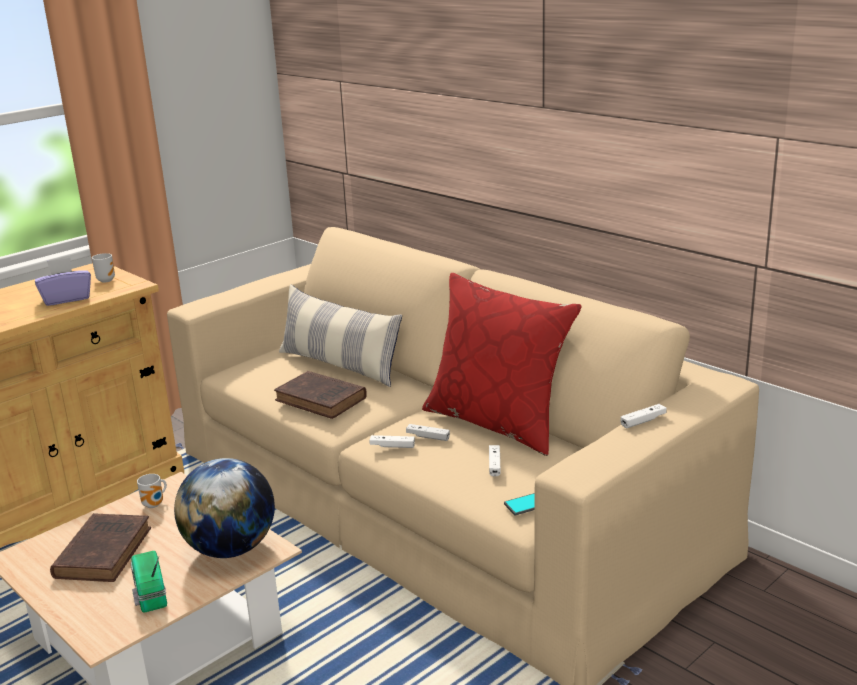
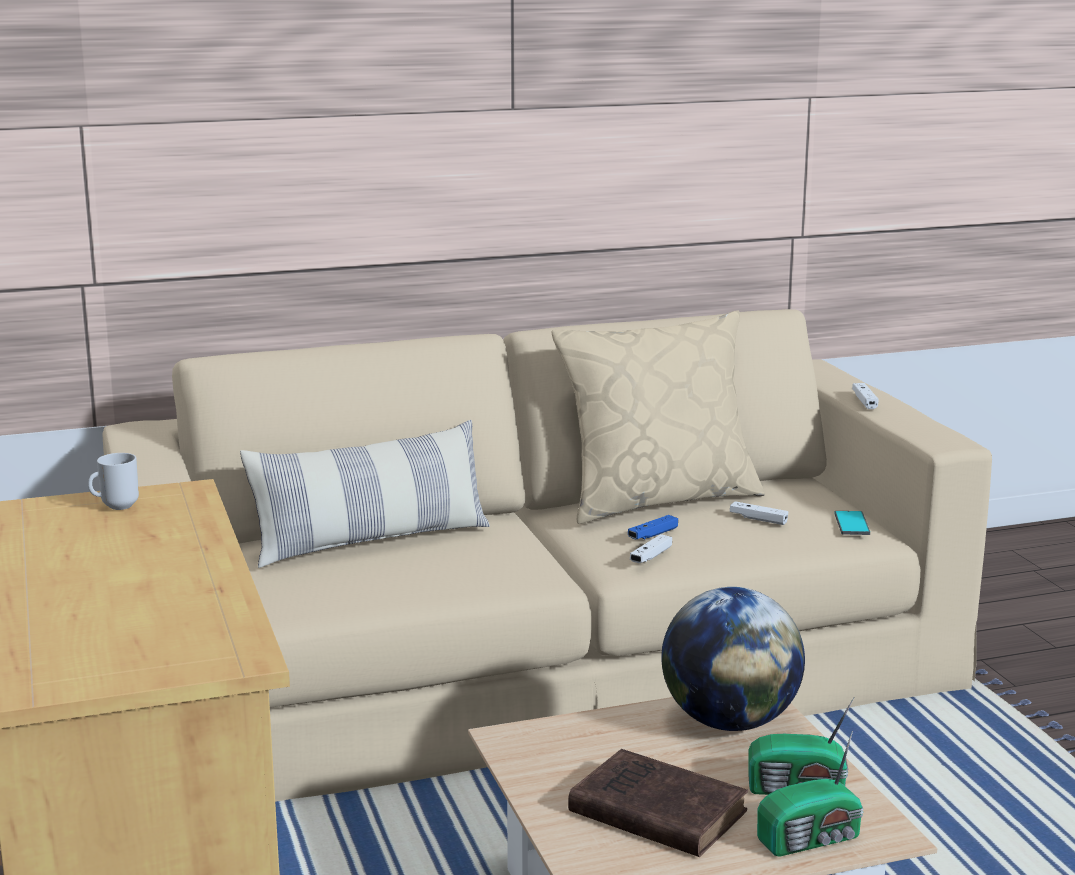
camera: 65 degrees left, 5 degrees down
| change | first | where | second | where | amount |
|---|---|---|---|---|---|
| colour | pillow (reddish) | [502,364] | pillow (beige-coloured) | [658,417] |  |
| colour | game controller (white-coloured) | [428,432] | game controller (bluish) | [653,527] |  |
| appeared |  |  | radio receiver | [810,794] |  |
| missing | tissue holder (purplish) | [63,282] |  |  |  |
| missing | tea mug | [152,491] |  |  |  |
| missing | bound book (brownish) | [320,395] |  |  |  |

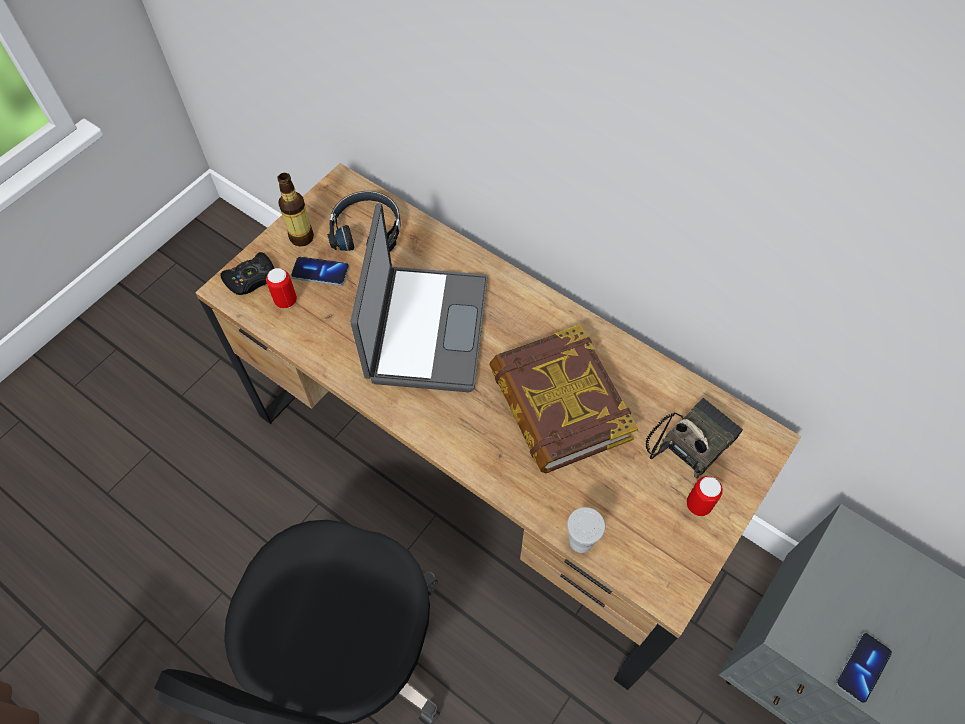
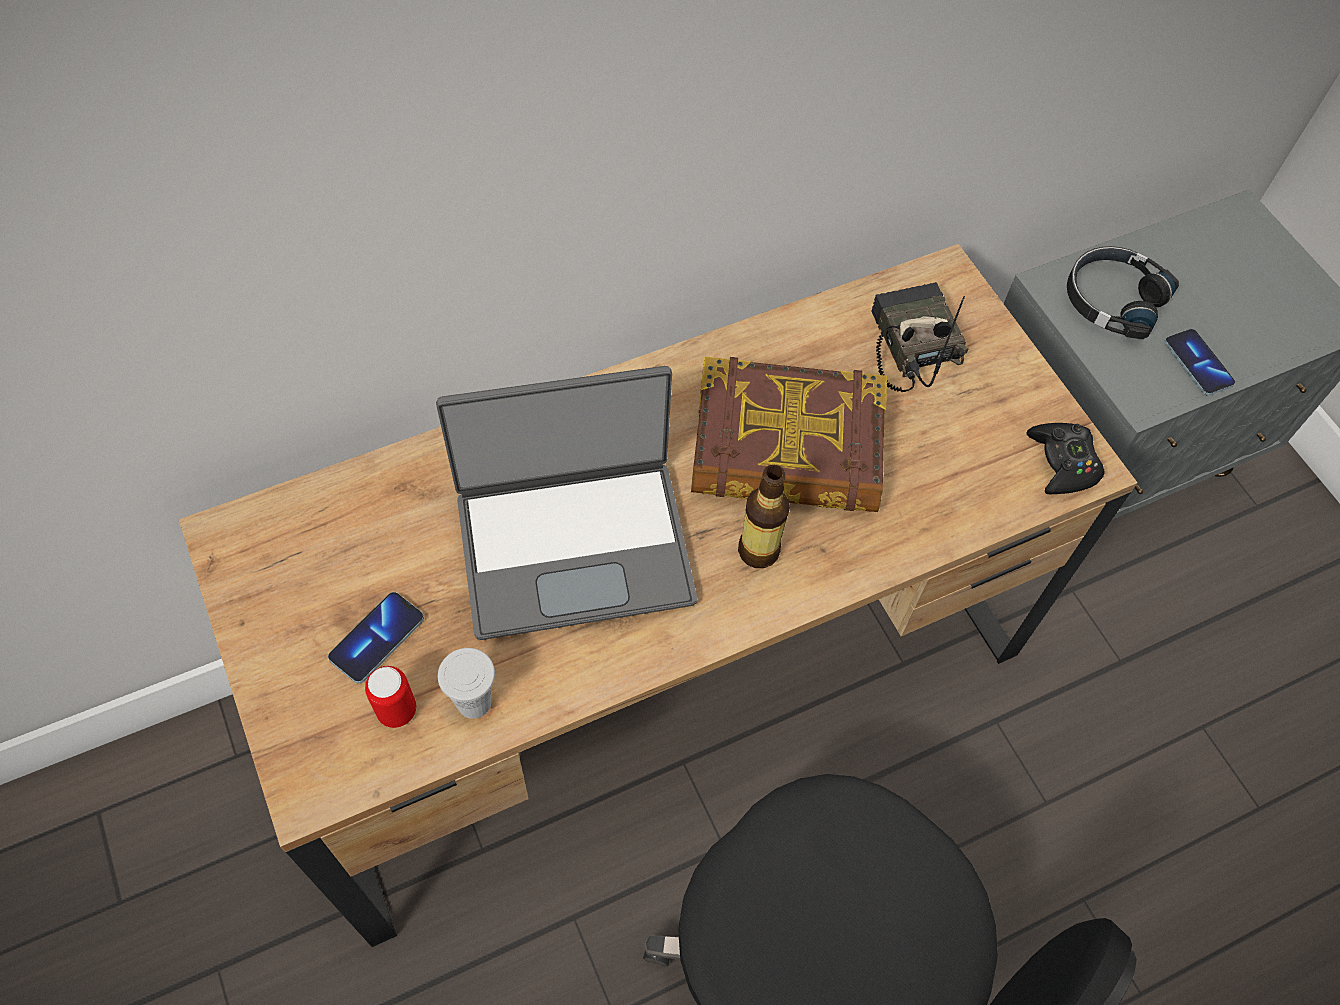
camera: 65 degrees left, 0 degrees up
| change | first | where | second | where | amount |
|---|---|---|---|---|---|
| spun | notebook computer | [419,297] |  | [566,503] | 135 degrees clockwise |
| relocated | drinking cup (white-coloured) | [586,530] |  | [466,683] |  |
| relocated | bottle | [295,209] |  | [764,516] |  |
| relocated | game controller (blackish) | [247,273] |  | [1065,458] |  |
| relocated | headset (blackish) | [364,221] |  | [1123,292] |  |
| missing | sealed can | [705,496] |  |  |  |

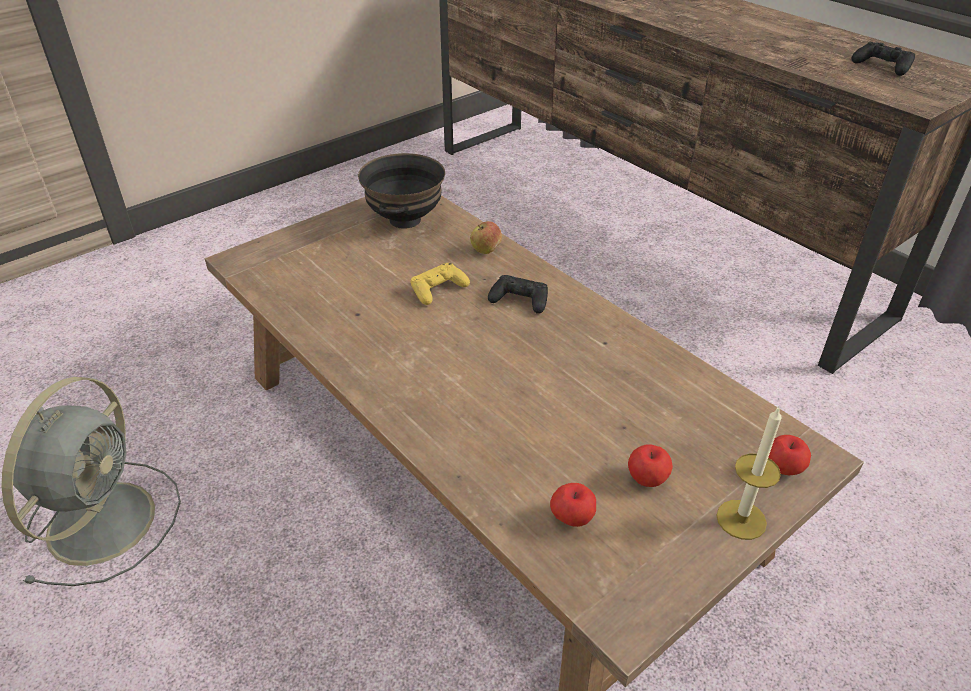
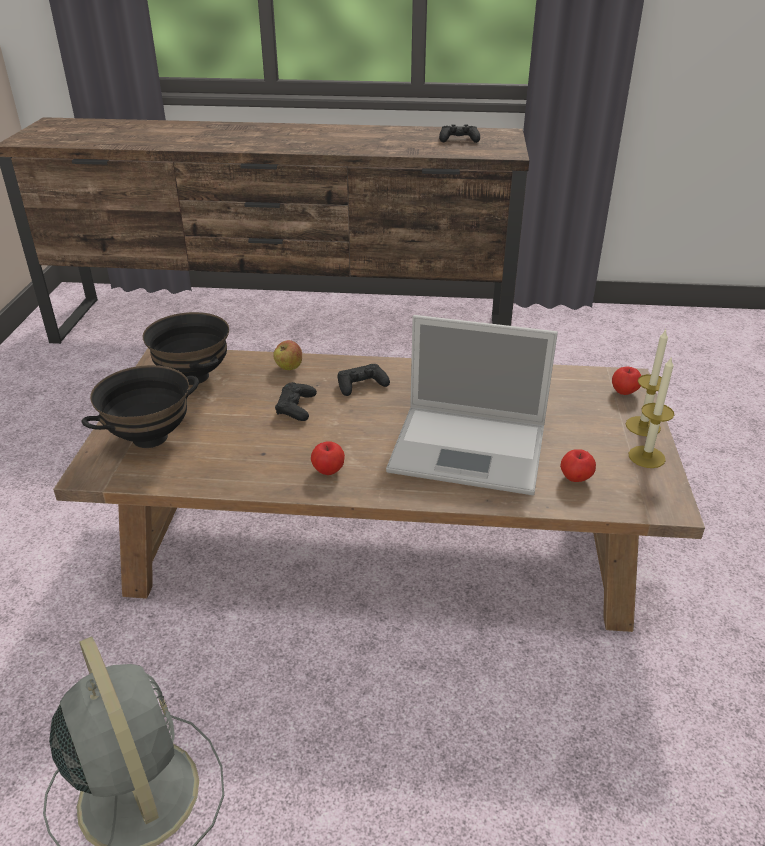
camera: 45 degrees left, 5 degrees down
| change | first | where | second | where | amount |
|---|---|---|---|---|---|
| appeared |  |  | serving bowl (blackish) | [140,406] |  |
| colour | game controller (yellow) | [440,284] | game controller (blackish) | [296,401] |  |
| relocated | whole apple | [650,465] |  | [328,458] |  |
| appeared |  |  | notebook computer | [472,405] |  |
| appeared |  |  | wax candle | [651,412] |  |

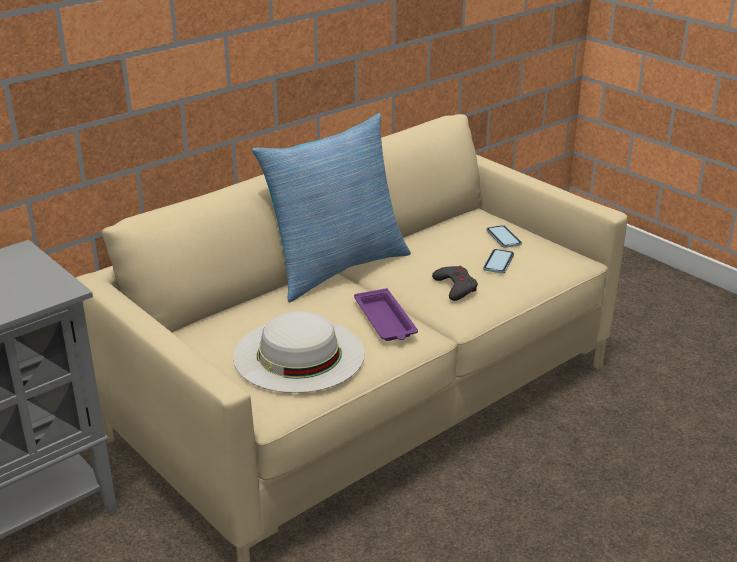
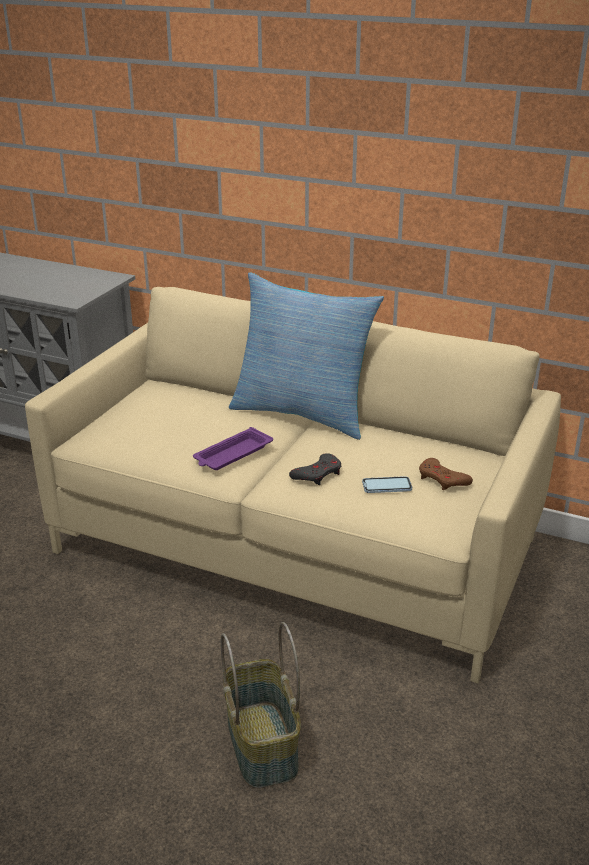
camera: 65 degrees right, 0 degrees up
| change | first | where | second | where | amount |
|---|---|---|---|---|---|
| appeared |  |  | household basket | [261,705] |  |
| exchanged | handset | [504,236] | game controller (brownish) | [446,474] |  |
| missing | clothing hat (white-coloured) | [299,352] |  |  |  |

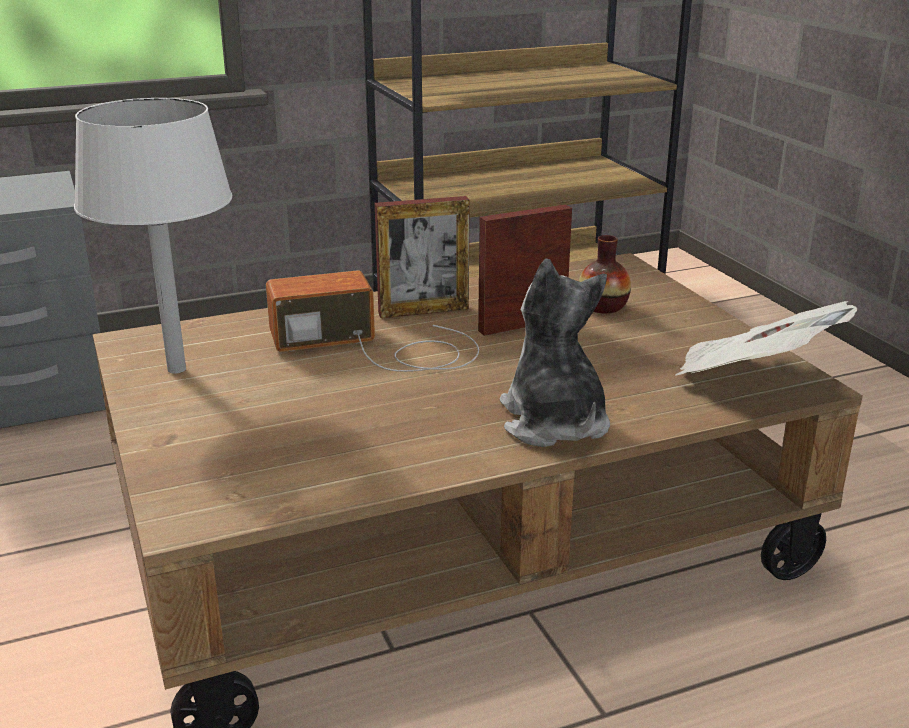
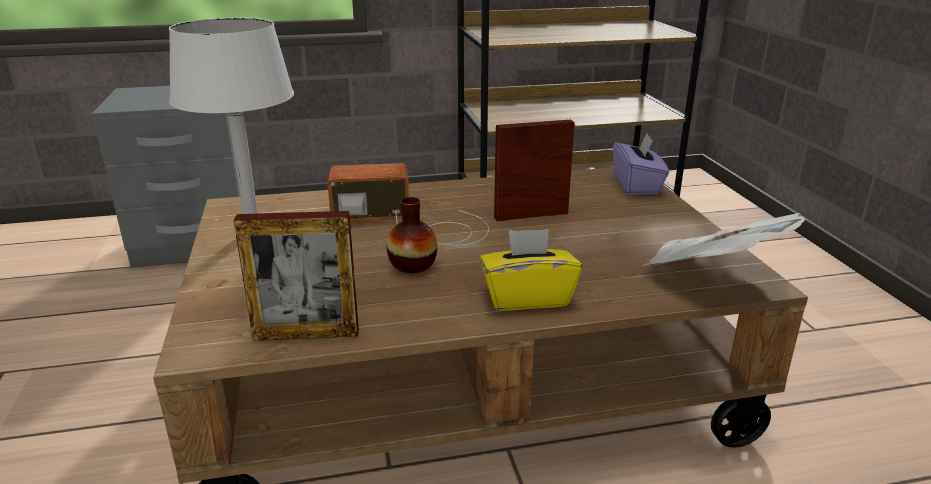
camera: 10 degrees right, 0 degrees up
| change | first | where | second | where | amount |
|---|---|---|---|---|---|
| relocated | standing frame | [422,257] |  | [296,276] |  |
| relocated | vase | [605,274] |  | [412,235] |  |
| exchanged | plush toy | [555,352] | tissue holder (yellow) | [531,270] |  |
| appeared |  |  | tissue holder (purplish) | [641,164] |  |

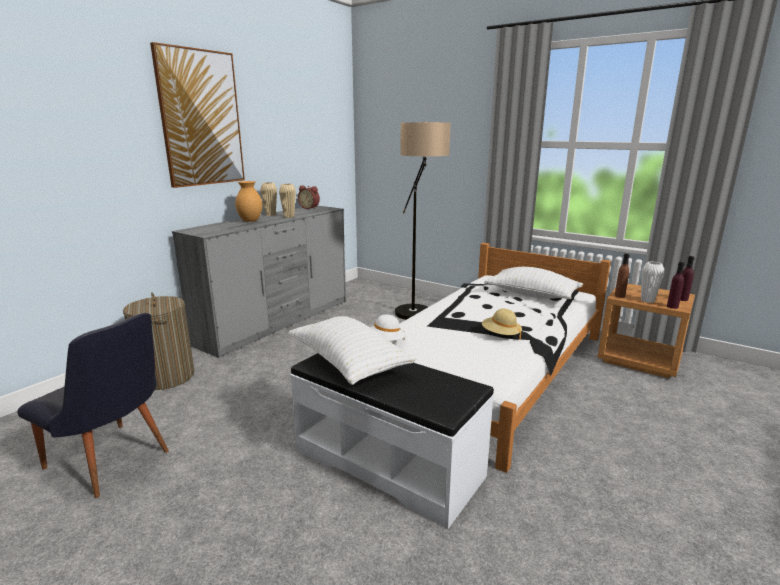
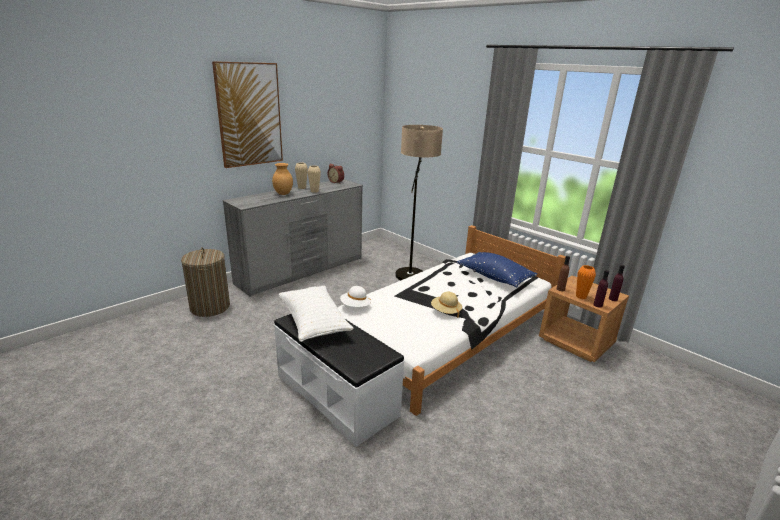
camera: 10 degrees right, 5 degrees up
| change | first | where | second | where | amount |
|---|---|---|---|---|---|
| colour | pillow (white-coloured) | [533,283] | pillow (bluish) | [497,269] |  |
| colour | vase (white-coloured) | [652,282] | vase (orange-coloured) | [586,282] |  |
| missing | plain chair (blackish) | [93,405] |  |  |  |

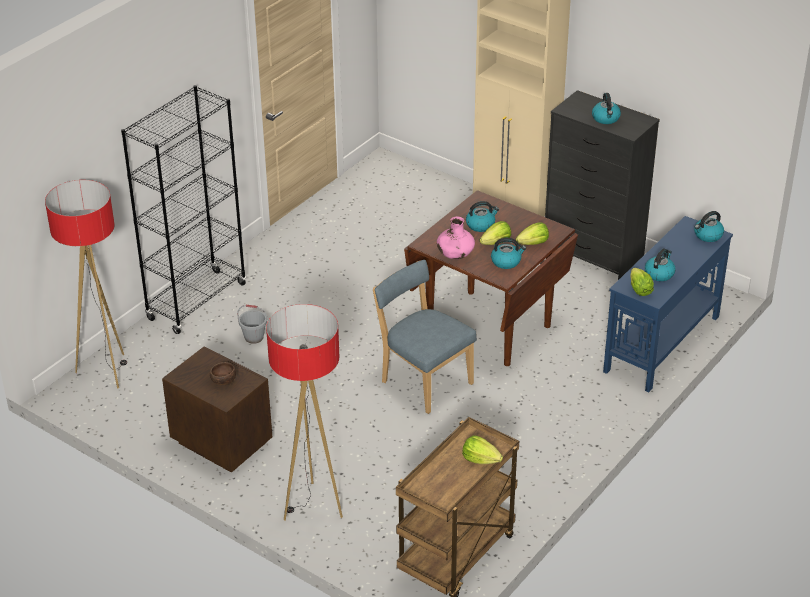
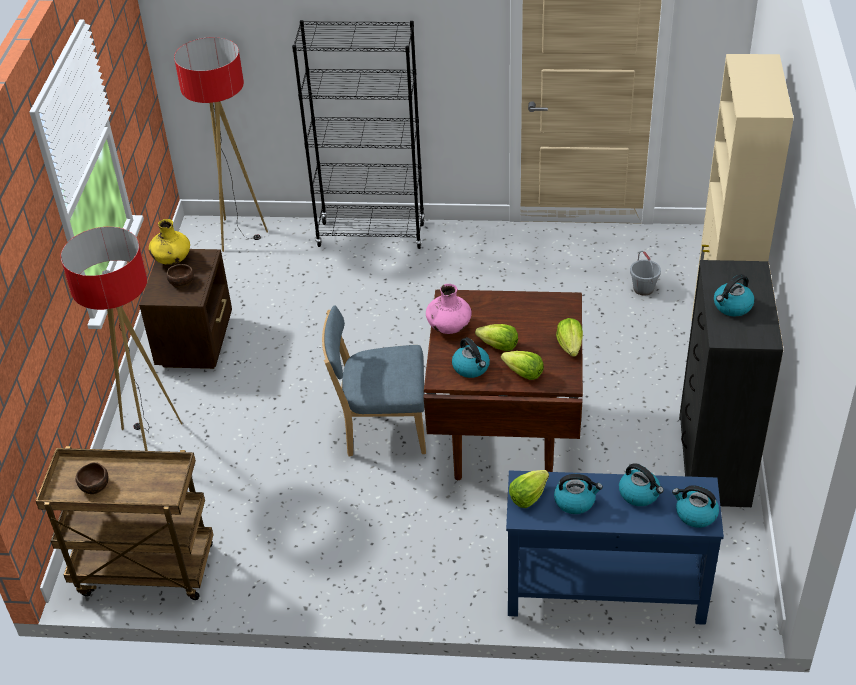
camera: 60 degrees right, 5 degrees up
| change | first | where | second | where | amount |
|---|---|---|---|---|---|
| appeared |  |  | serving bowl (brownish) | [92,478] |  |
| appeared |  |  | vase (yellow) | [169,242] |  |
| spun | plain chair (bluish) | [425,337] |  | [374,381] | 105 degrees counterclockwise |
| relocated | lettuce head | [482,450] |  | [569,337] |  |
| relocated | kettle | [482,216] |  | [641,484] |  |
| relocated | water bucket (gray) | [252,324] |  | [645,273] |  |

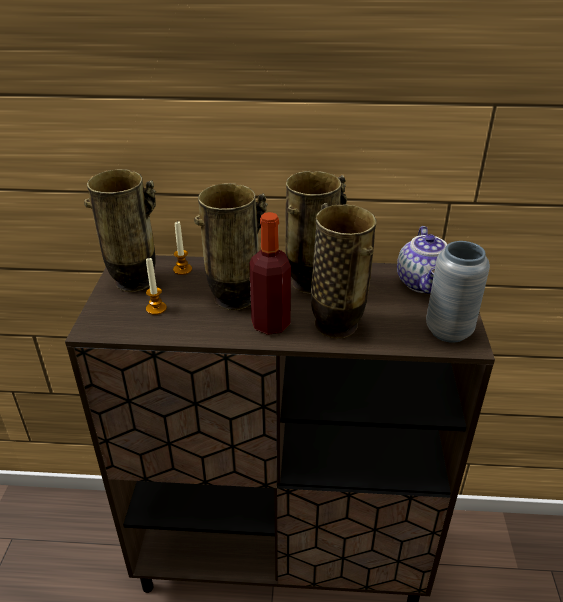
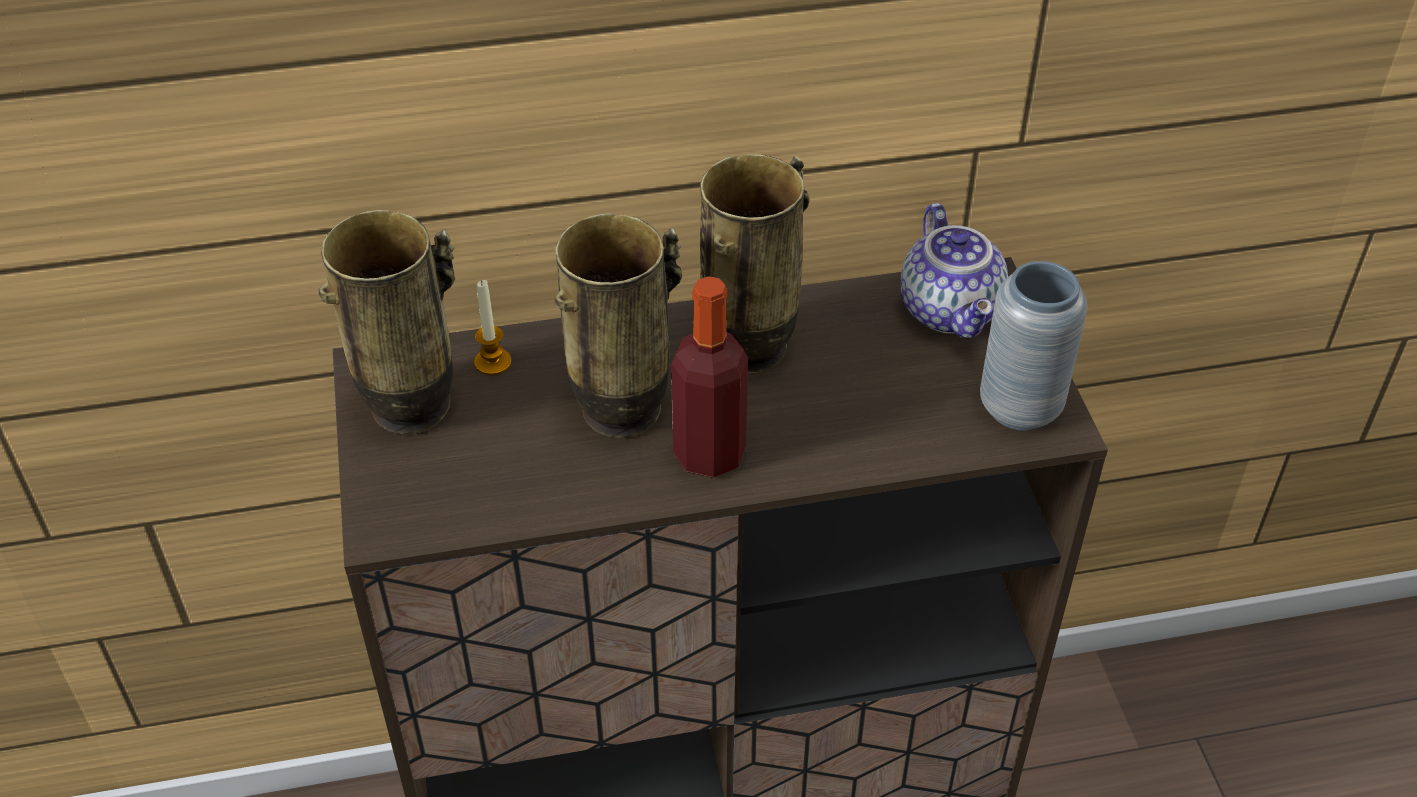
camera: 15 degrees left, 10 degrees up
| change | first | where | second | where | amount |
|---|---|---|---|---|---|
| missing | wax candle | [156,286] |  |  |  |
| missing | vase | [343,270] |  |  |  |

